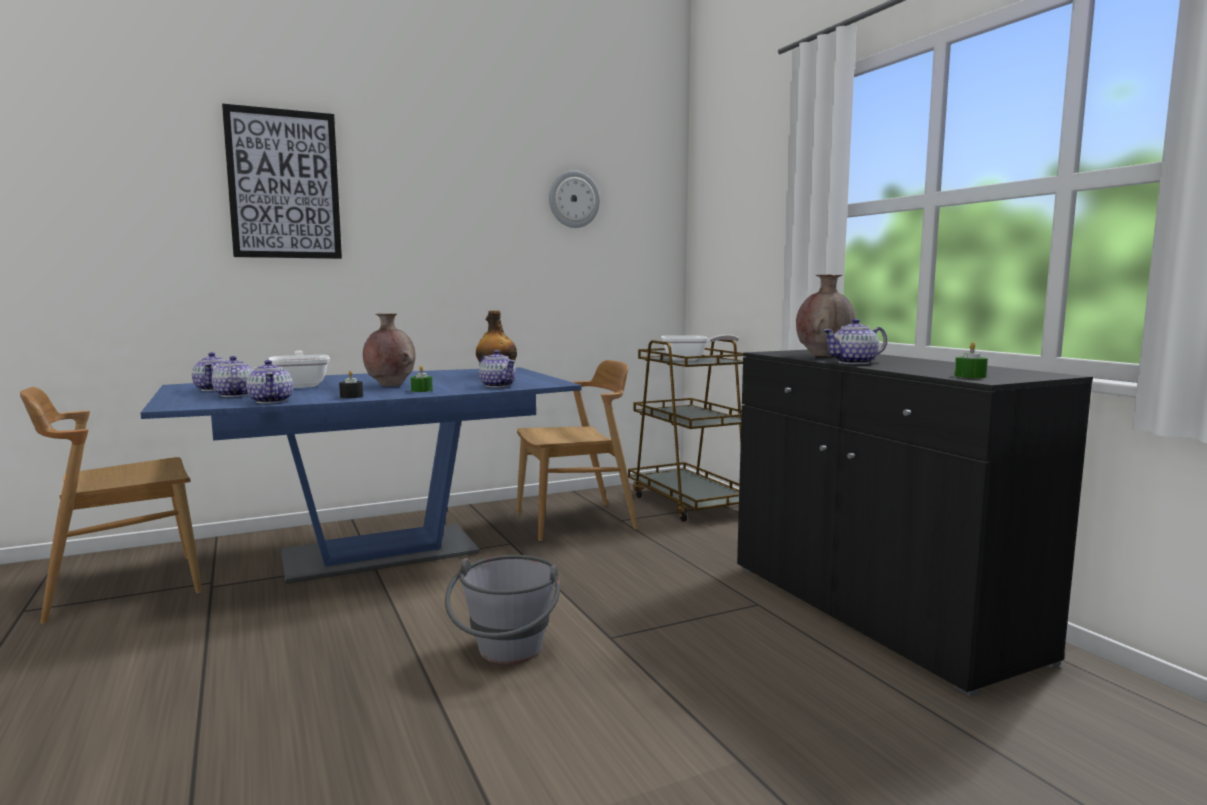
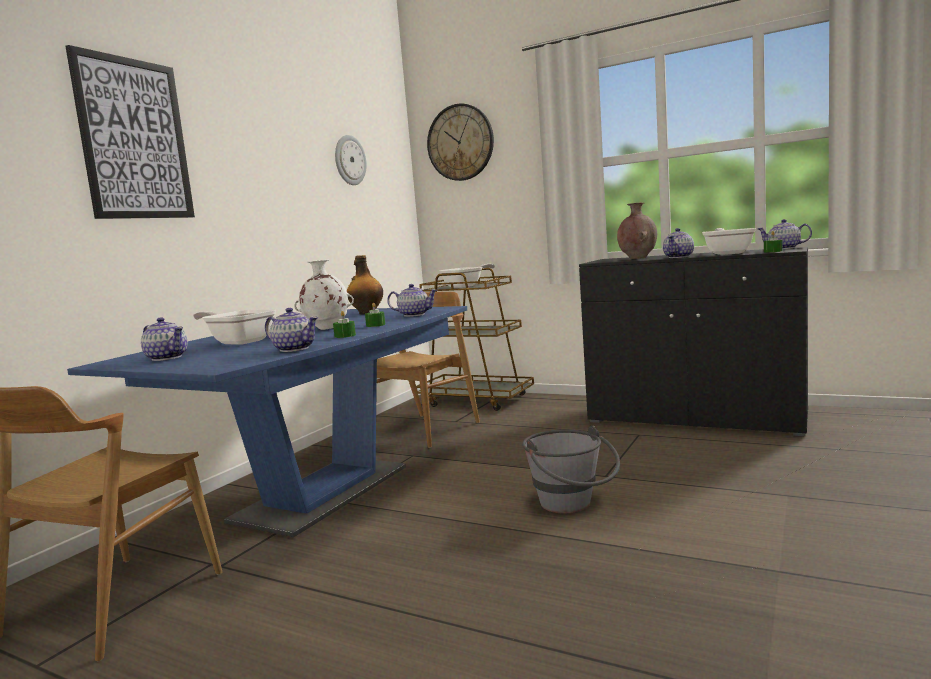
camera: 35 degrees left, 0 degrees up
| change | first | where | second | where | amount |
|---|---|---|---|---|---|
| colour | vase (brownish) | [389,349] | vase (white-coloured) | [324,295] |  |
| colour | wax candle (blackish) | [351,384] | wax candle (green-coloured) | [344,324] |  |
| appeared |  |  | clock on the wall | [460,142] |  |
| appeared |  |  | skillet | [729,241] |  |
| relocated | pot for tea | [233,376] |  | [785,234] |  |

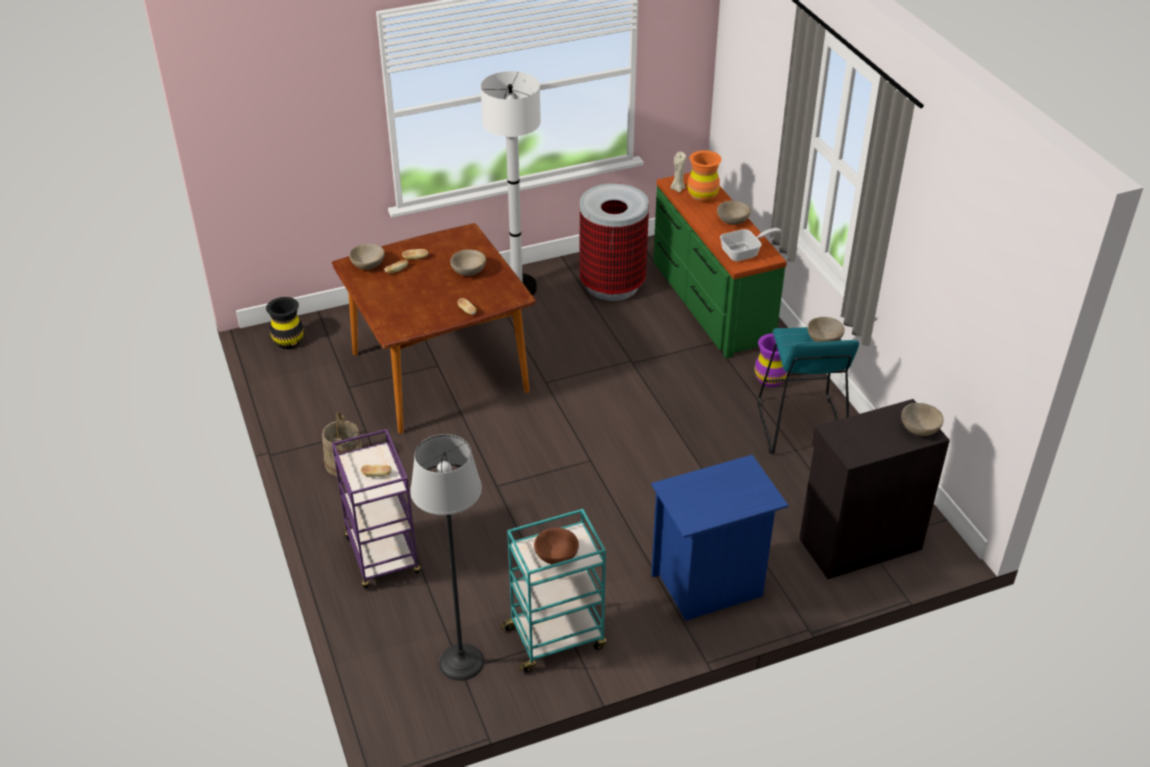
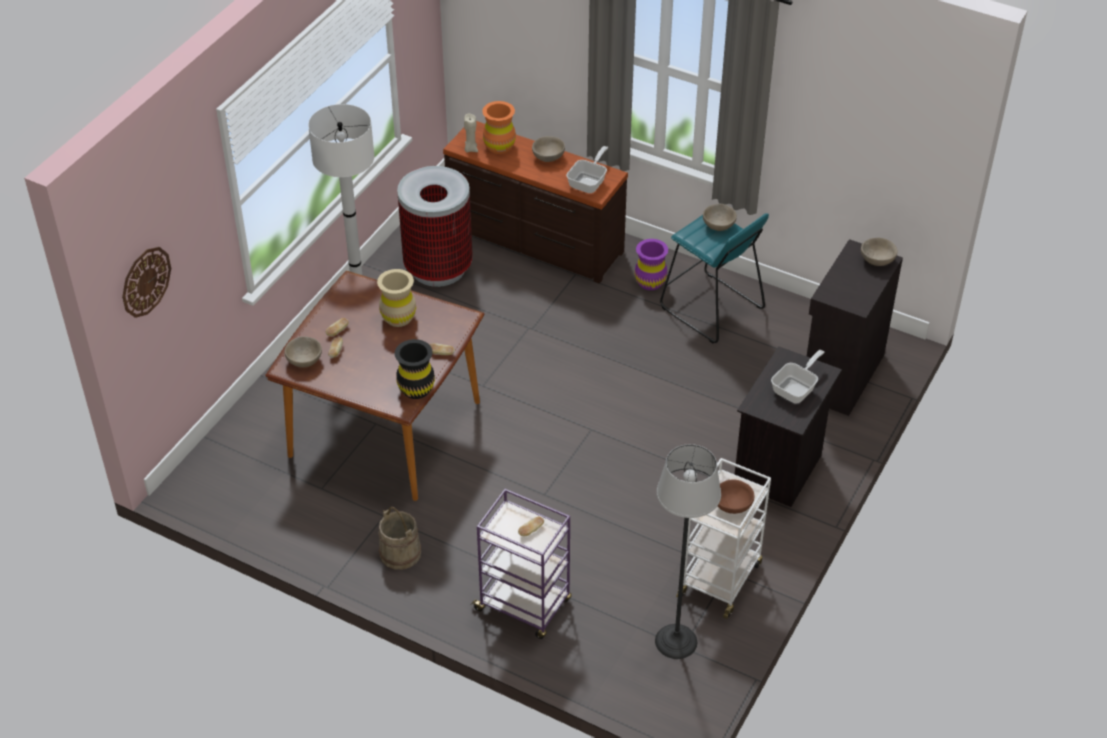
camera: 40 degrees left, 5 degrees up
| change | first | where | second | where | amount |
|---|---|---|---|---|---|
| appeared |  |  | clock on the wall | [146,282] |  |
| exchanged | serving bowl (beige-coloured) | [468,262] | vase (beige-coloured) | [396,298] |  |
| relocated | vase (blackish) | [285,323] |  | [415,369] |  |
| colour | dresser (green-coloured) | [720,265] | dresser (brownish) | [535,202] |  |
| colour | cart (turquoise-coloured) | [553,590] | cart (white-coloured) | [723,538] |  |
| colour | bedside table (bluish) | [719,538] | bedside table (blackish) | [788,426] |  |
| appeared |  |  | skillet | [797,377] |  |

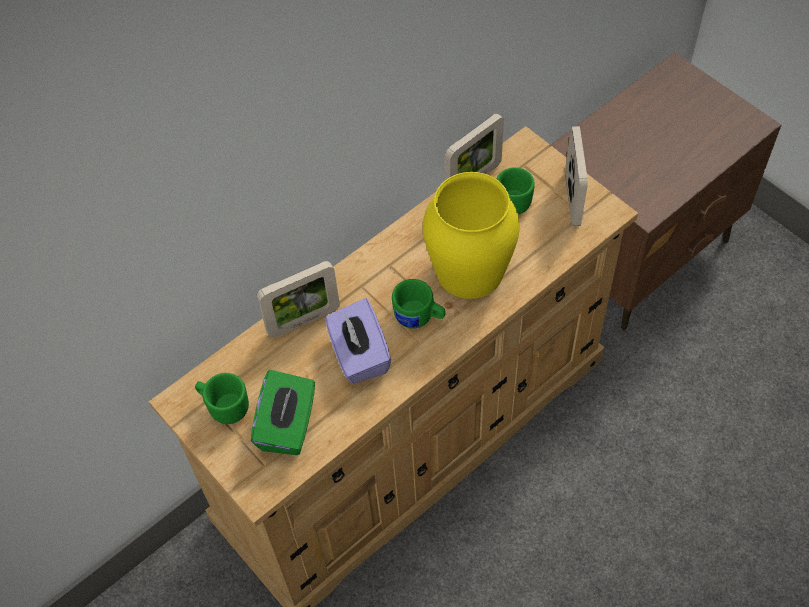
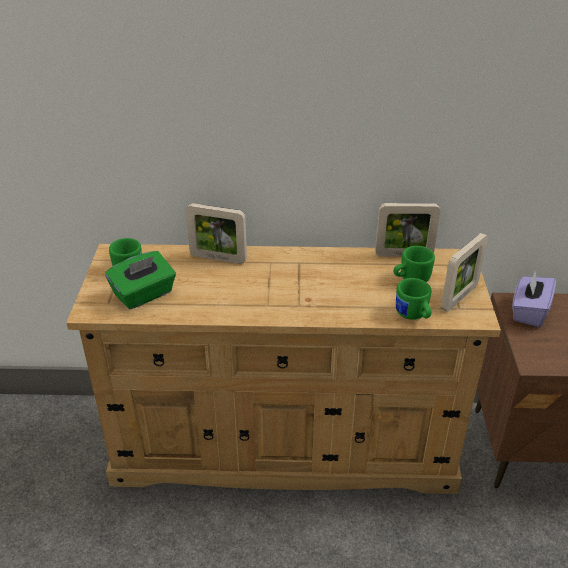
camera: 40 degrees right, 20 degrees down
| change | first | where | second | where | amount |
|---|---|---|---|---|---|
| relocated | tea mug (green-coloured) | [419,304] |  | [414,299] |  |
| relocated | tissue holder (purplish) | [358,341] |  | [534,299] |  |
| missing | vase (yellow) | [471,235] |  |  |  |

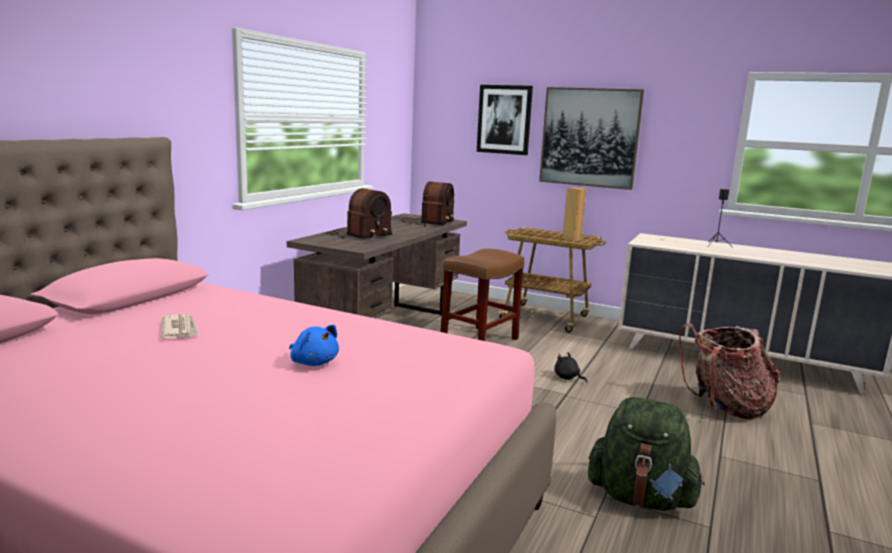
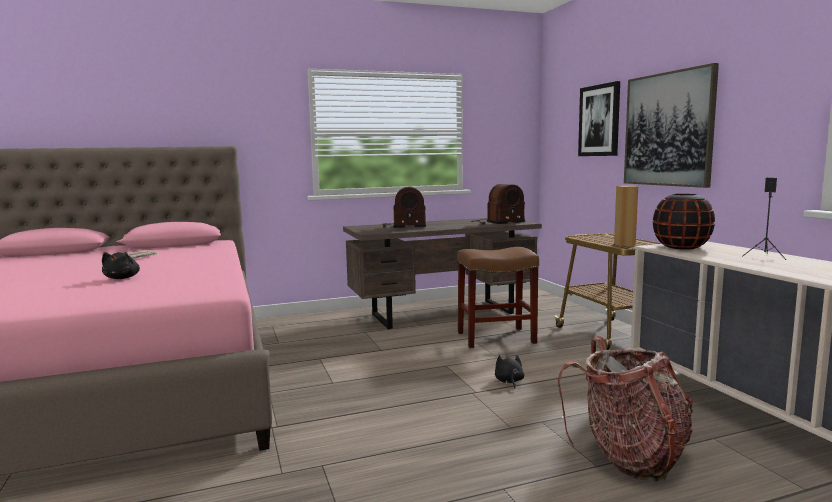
camera: 45 degrees right, 5 degrees down
| change | first | where | second | where | amount |
|---|---|---|---|---|---|
| colour | plush toy (bluish) | [314,345] | plush toy (blackish) | [121,265] |  |
| appeared |  |  | vase (blackish) | [684,222] |  |
| missing | knapsack (green-coloured) | [646,454] |  |  |  |

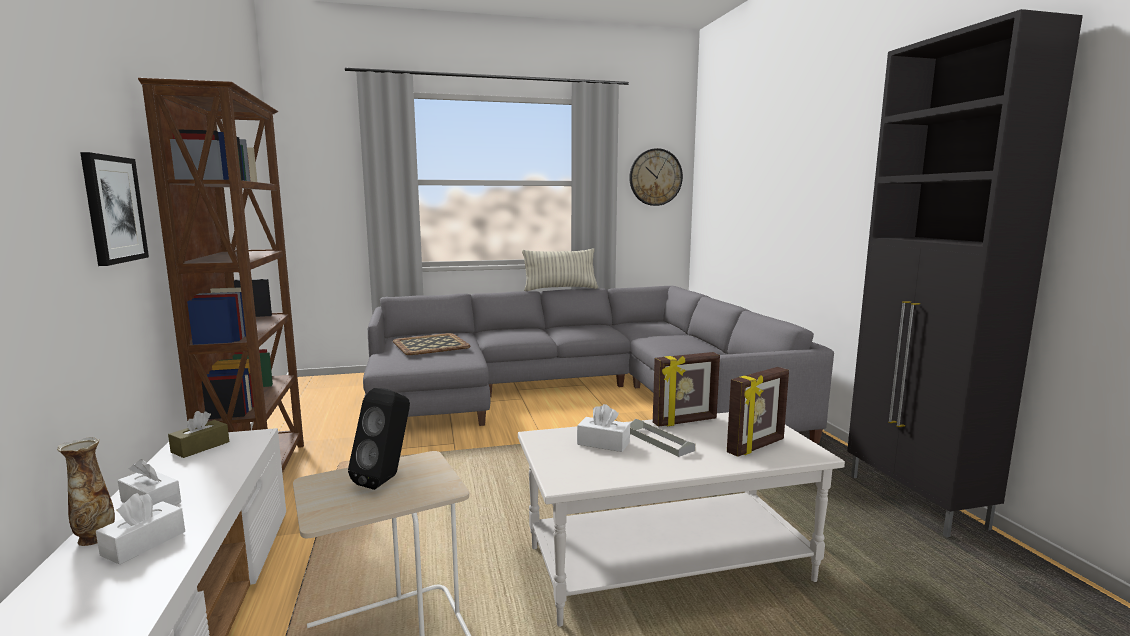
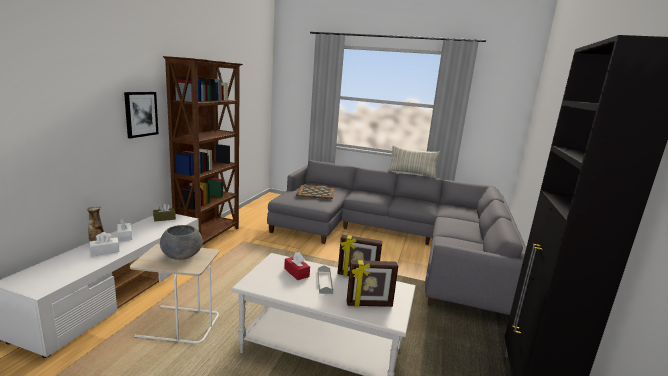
camera: 30 degrees right, 5 degrees up
| change | first | where | second | where | amount |
|---|---|---|---|---|---|
| exchanged | audio speaker (blackish) | [379,439] | serving bowl (gray) | [181,242] |  |
| colour | tissue holder (white-coloured) | [603,428] | tissue holder (reddish) | [297,266] |  |
| missing | clock on the wall | [656,177] |  |  |  |

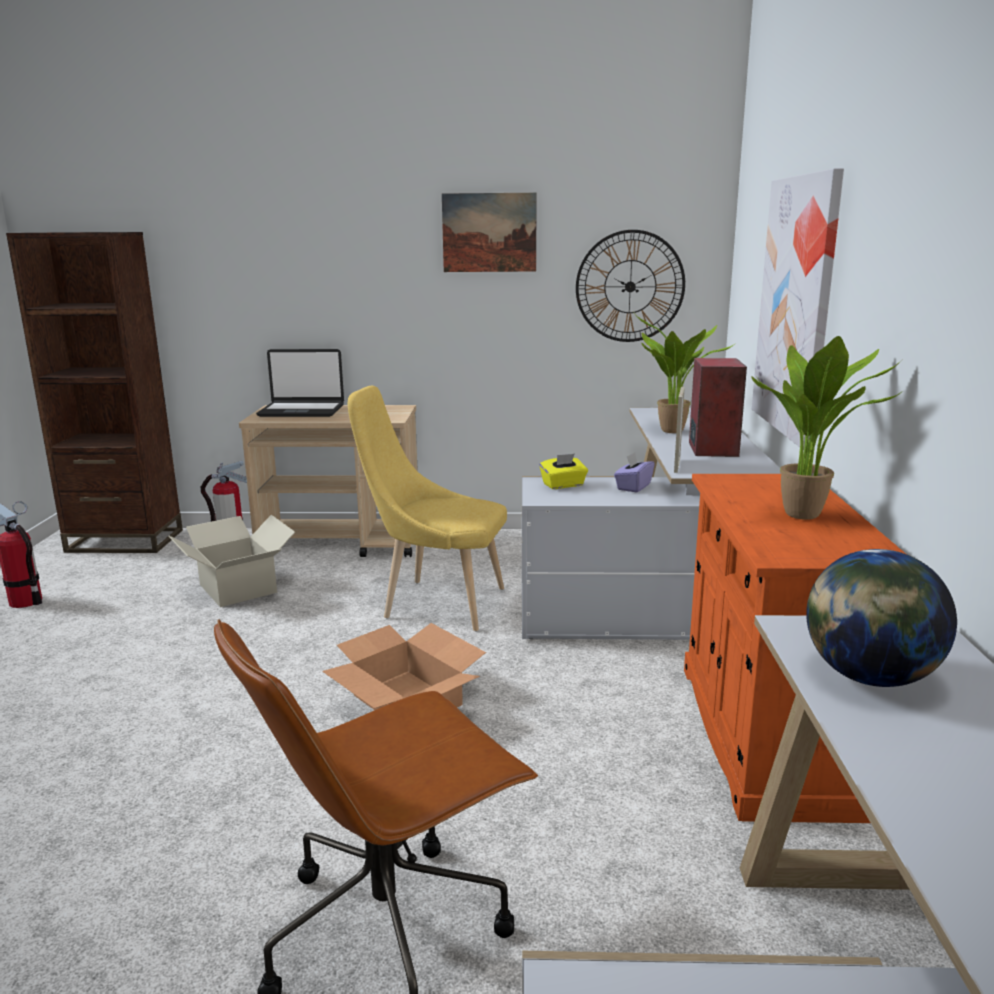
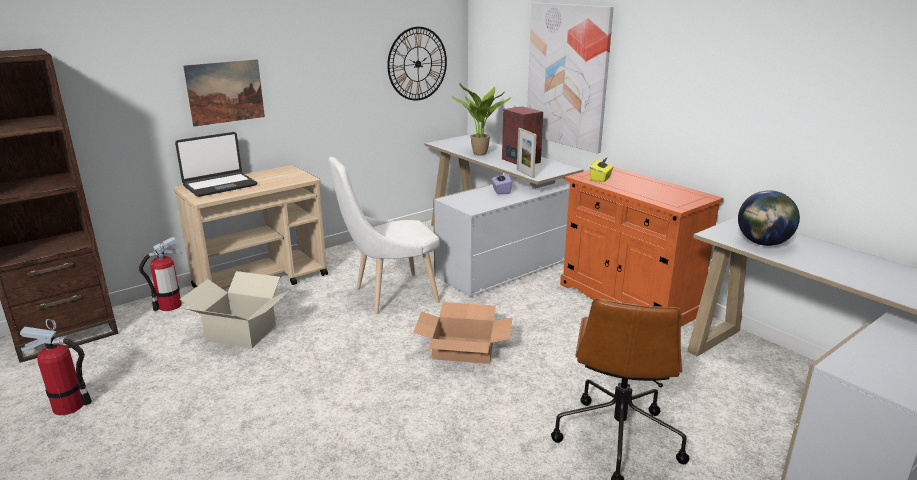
camera: 40 degrees left, 5 degrees up
| change | first | where | second | where | amount |
|---|---|---|---|---|---|
| relocated | wall picture | [489,232] |  | [224,93] |  |
| colour | plain chair (yellow) | [427,508] | plain chair (white-coloured) | [384,235] |  |
| relocated | tissue holder (yellow) | [563,471] |  | [601,170] |  |
| missing | potted plant | [827,428] |  |  |  |

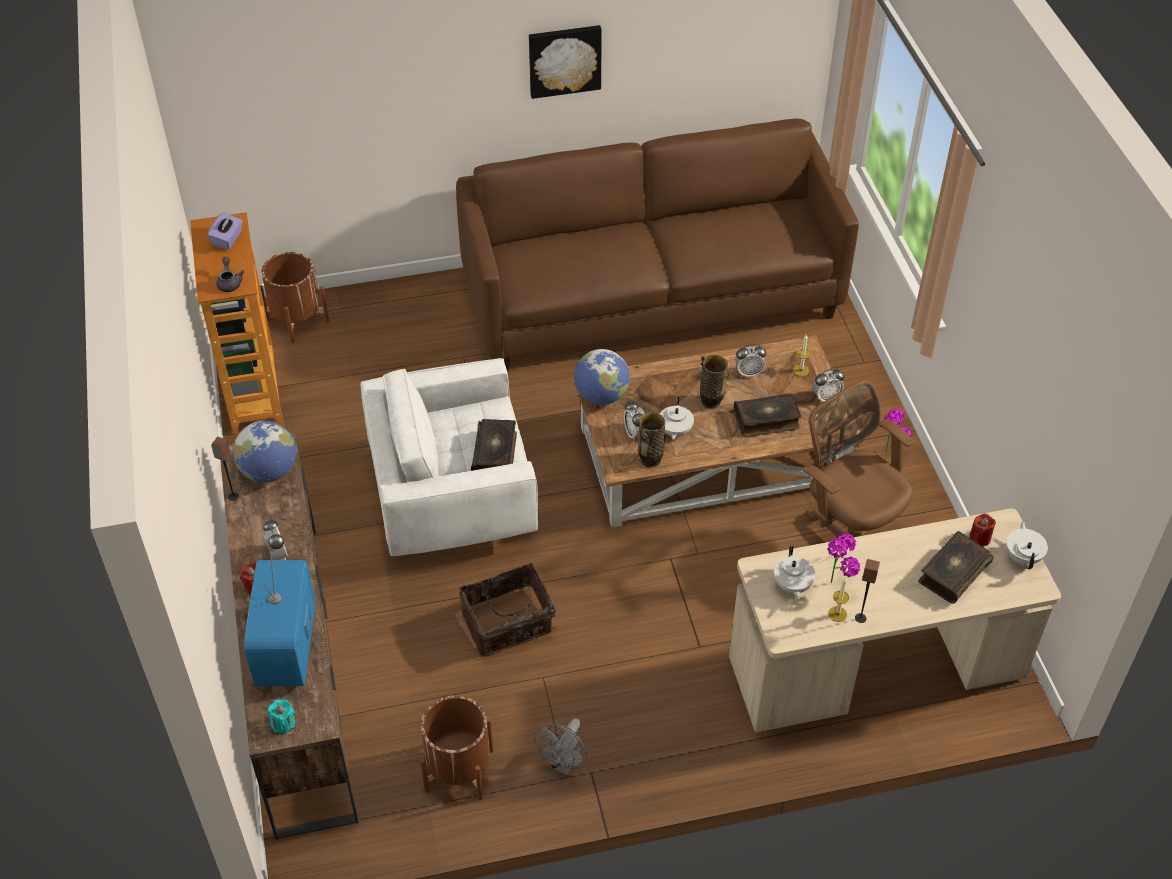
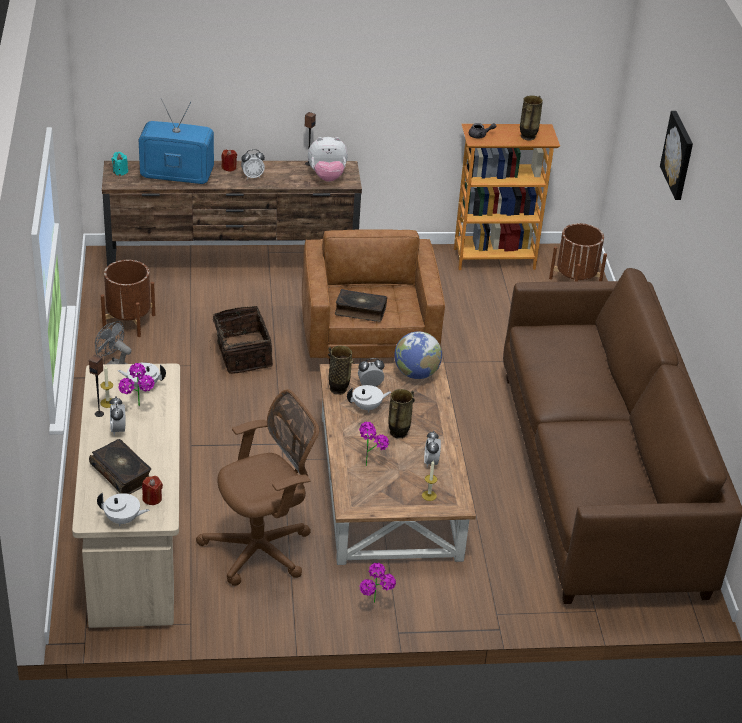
camera: 95 degrees right, 10 degrees down
| change | first | where | second | where | amount |
|---|---|---|---|---|---|
| relocated | bedside clock | [828,385] |  | [117,416] |  |
| colour | lounge chair (white-coloured) | [449,457] | lounge chair (brownish) | [373,296] |  |
| exchanged | desk globe | [264,452] | plush toy | [328,159] |  |
| spun | pot for tea (white-coloured) | [677,418] |  | [369,399] | 150 degrees clockwise |
| exchanged | bound book | [767,415] | potted plant | [374,444] |  |
| exchanged | tissue holder (purplish) | [225,231] | vase | [531,118] |  |
| relocated | wall picture | [565,62] |  | [676,155] |  |

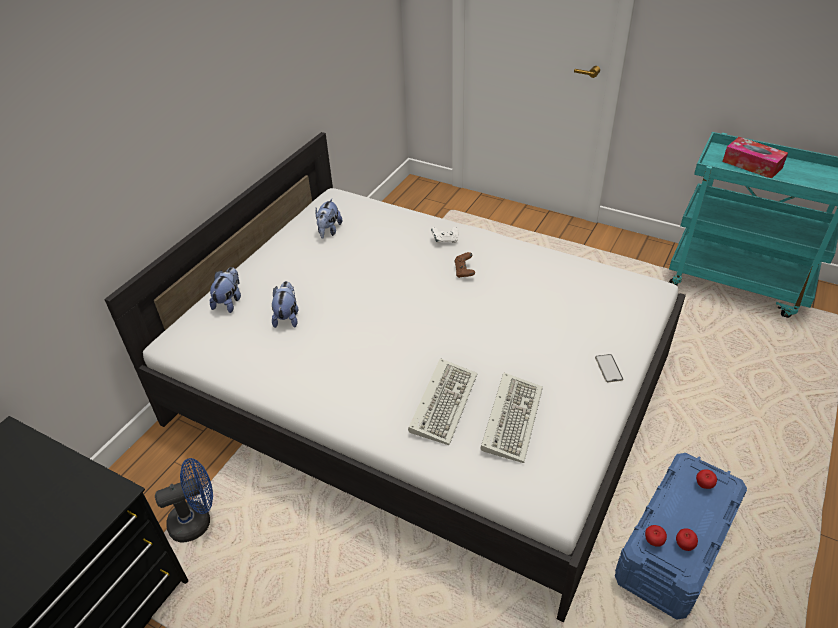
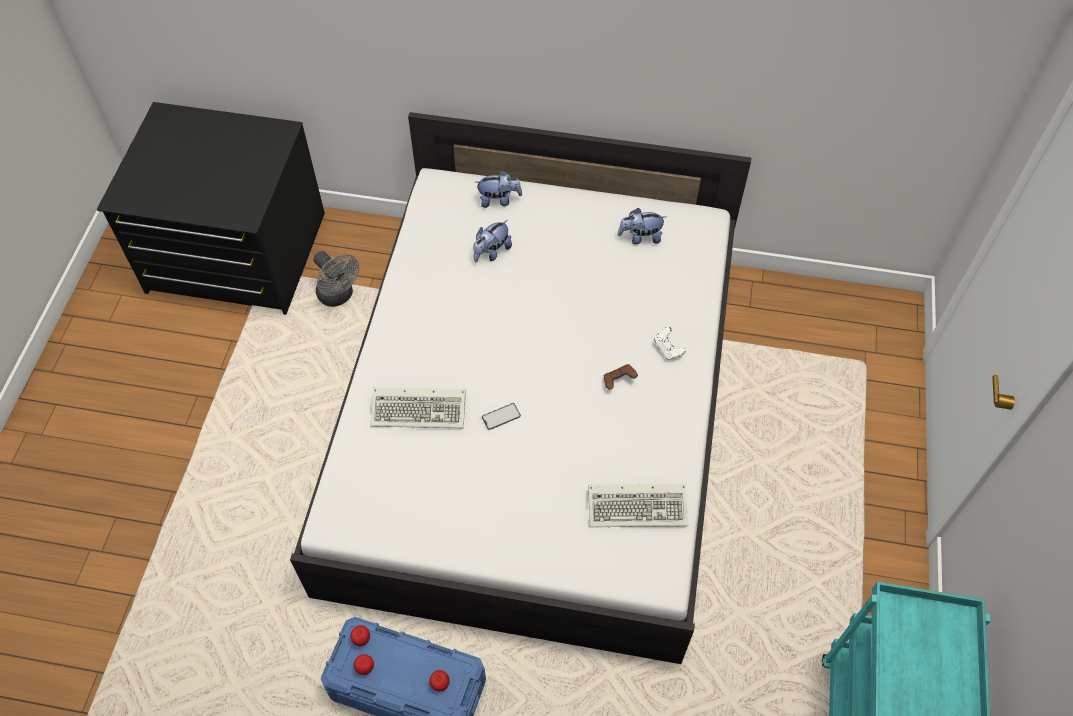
camera: 70 degrees right, 15 degrees up
| change | first | where | second | where | amount |
|---|---|---|---|---|---|
| colour | cooling fan (bluish) | [184,500] | cooling fan (gray) | [336,279] |  |
| spun | plush toy | [285,304] |  | [492,241] | 150 degrees clockwise |
| relocated | handset | [609,368] |  | [501,416] |  |
| relocated | computer keyboard | [511,418] |  | [638,505] |  |
| missing | tissue holder | [755,157] |  |  |  |

